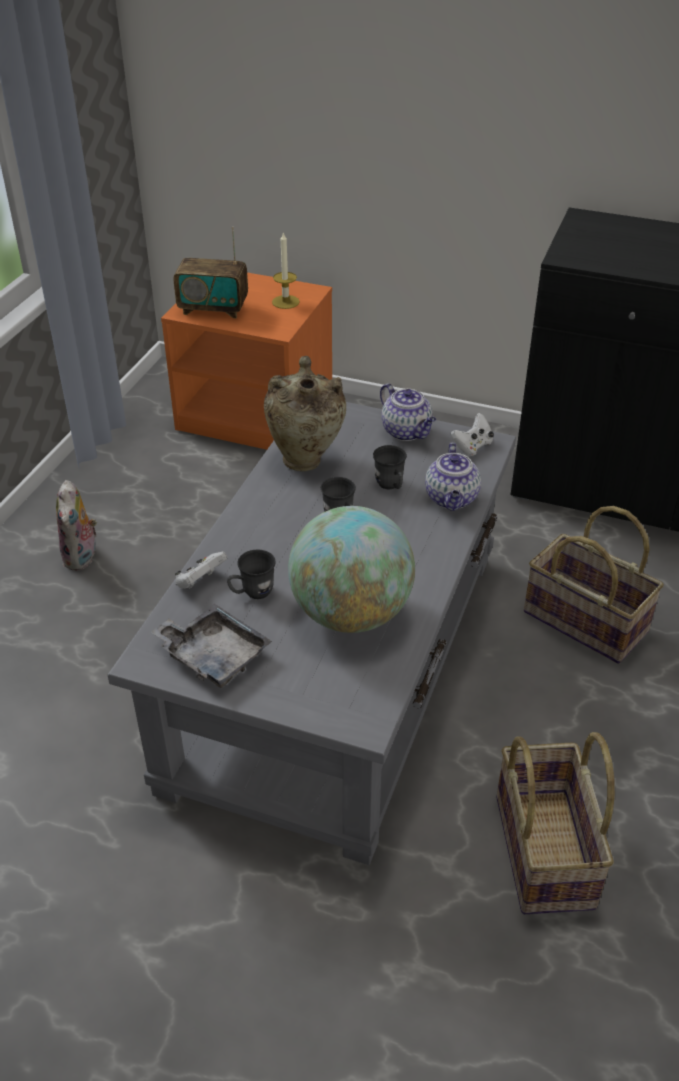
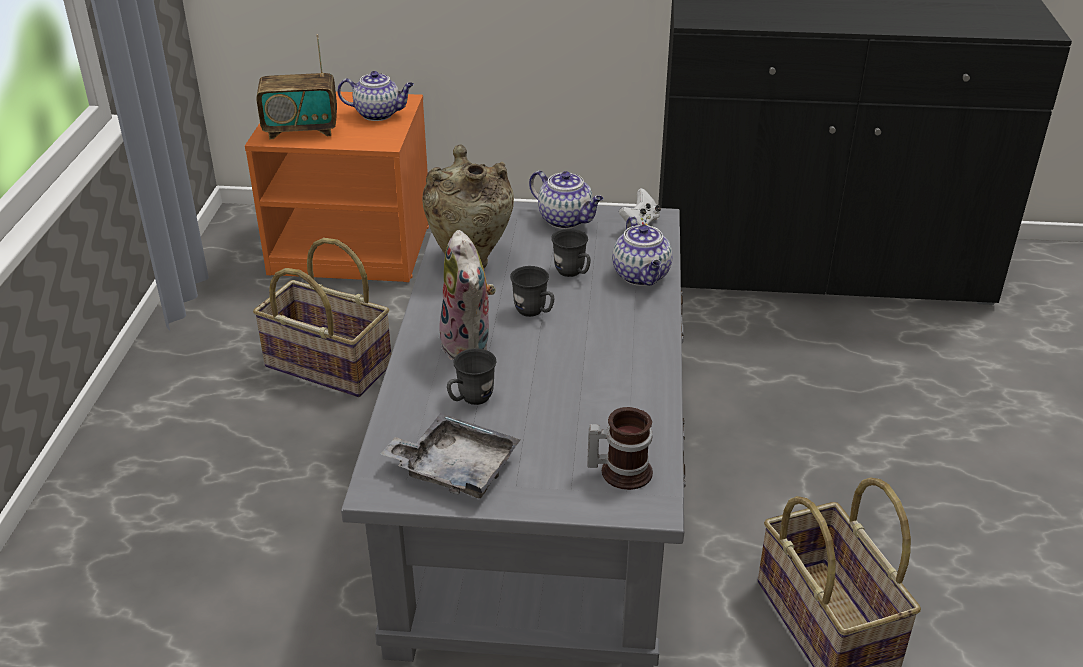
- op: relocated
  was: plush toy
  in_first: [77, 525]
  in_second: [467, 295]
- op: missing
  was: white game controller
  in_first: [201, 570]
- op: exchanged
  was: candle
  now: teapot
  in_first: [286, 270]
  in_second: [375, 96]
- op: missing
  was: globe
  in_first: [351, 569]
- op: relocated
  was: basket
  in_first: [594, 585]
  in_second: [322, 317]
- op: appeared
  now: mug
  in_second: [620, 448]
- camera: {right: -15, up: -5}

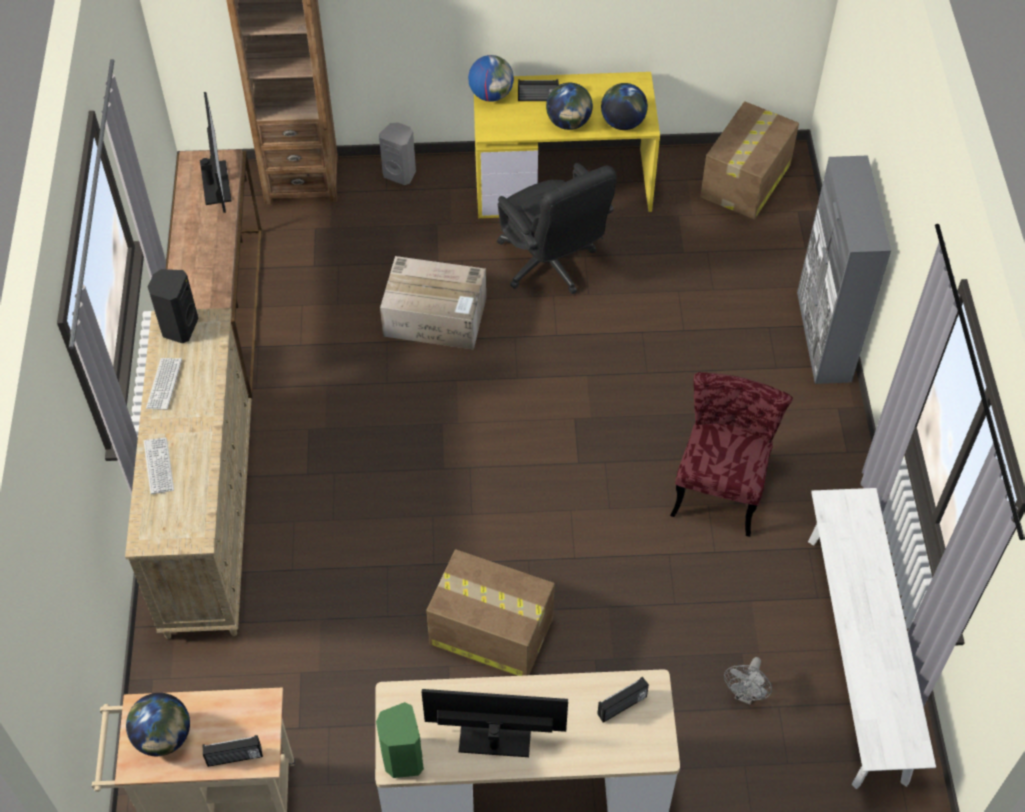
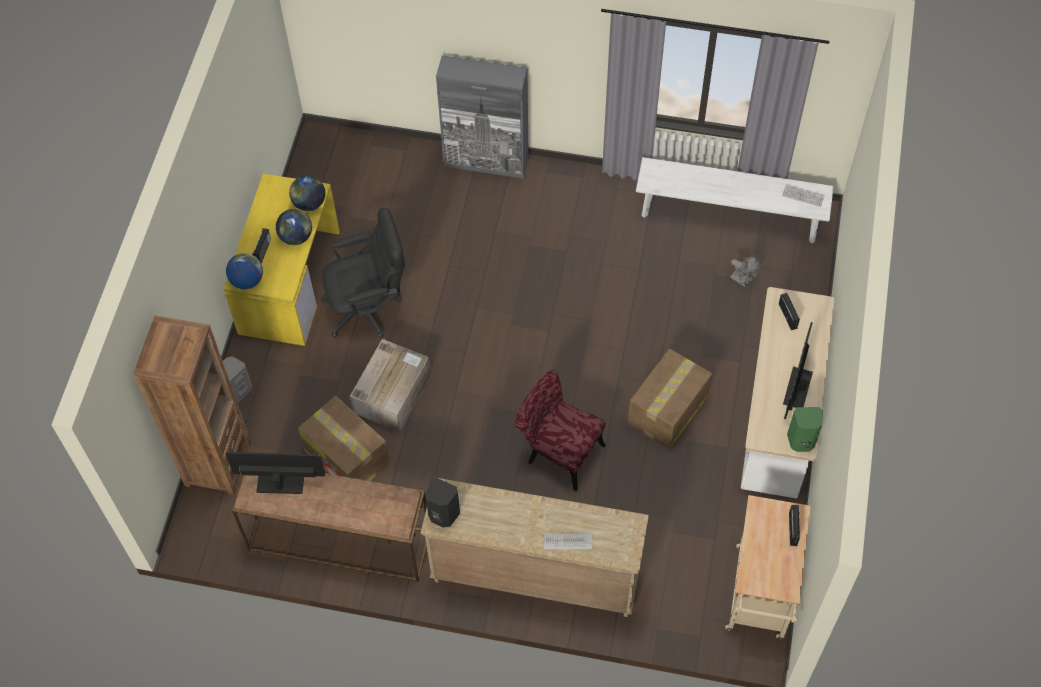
- op: missing
  was: globe
  in_first: [158, 724]
- op: relocated
  was: keyboard
  in_first: [164, 384]
  in_second: [803, 195]
- op: relocated
  was: red chair
  in_first: [731, 454]
  in_second: [560, 430]
- op: relocated
  was: cardboard box
  in_first: [749, 160]
  in_second: [344, 438]
- camera: {right: -75, up: 5}

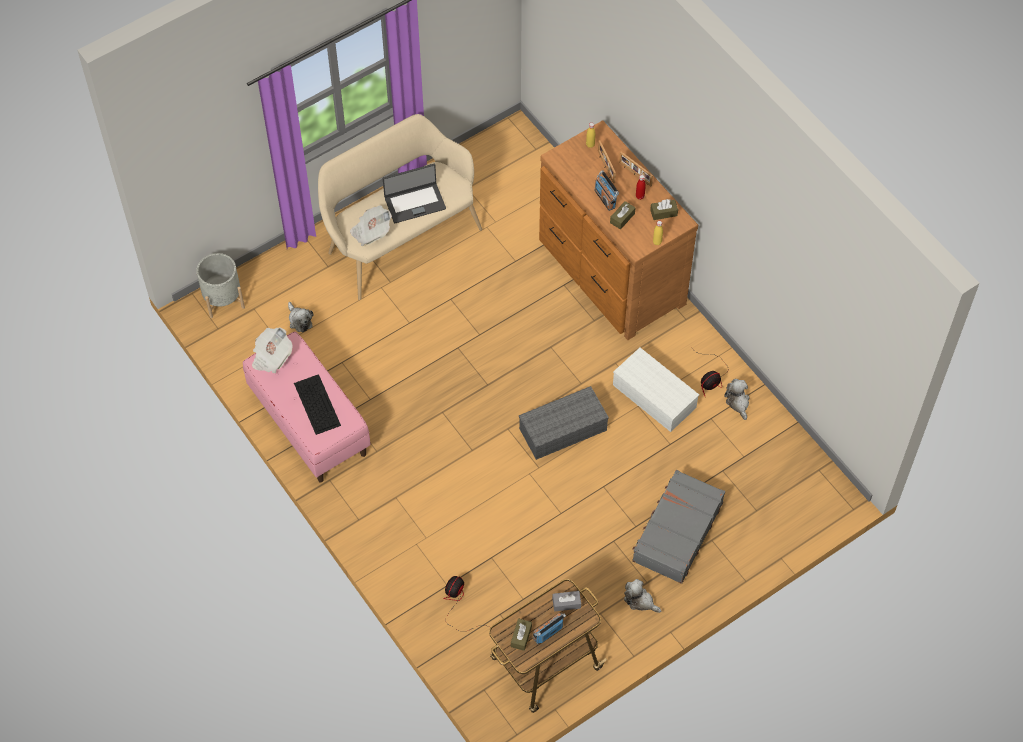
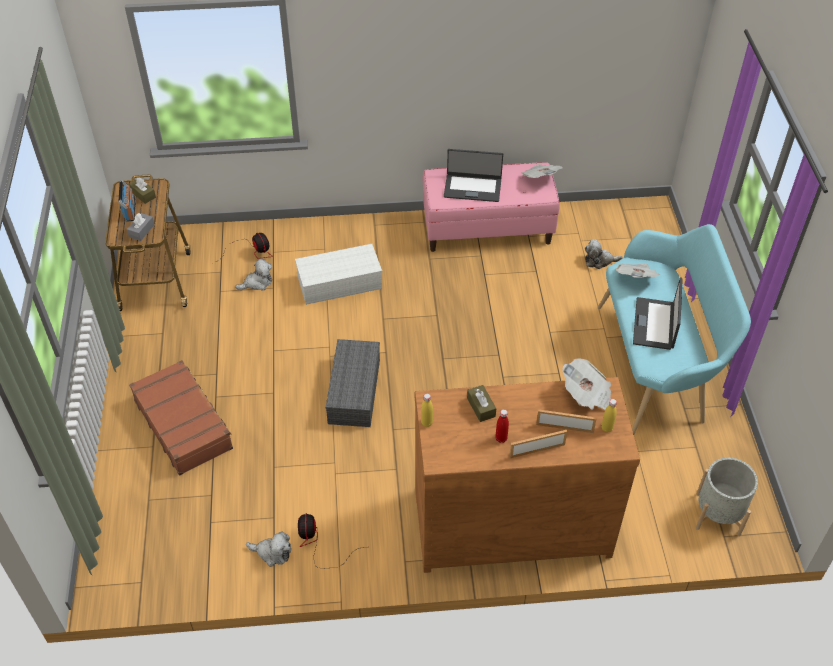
- op: relocated
  was: grey planter
  in_first: [220, 285]
  in_second: [727, 497]
- op: exchanged
  was: keyboard
  now: laptop
  in_first: [317, 404]
  in_second: [473, 175]
- op: colour
  was: beige bench
  now: turquoise bench
  in_first: [400, 207]
  in_second: [674, 329]
- op: missing
  was: radio
  in_first: [606, 191]
- op: relocated
  was: white storage box
  in_first: [656, 390]
  in_second: [338, 274]
- op: relocated
  was: plush toy
  in_first: [642, 596]
  in_second: [253, 275]
- op: colour
  was: grey suitcase
  now: brown suitcase
  in_first: [678, 527]
  in_second: [181, 417]
- op: missing
  was: brown tissue box
  in_first: [664, 209]
- op: appeared
  now: newspaper
  in_second: [586, 384]
- camera: {right: 120, up: -10}

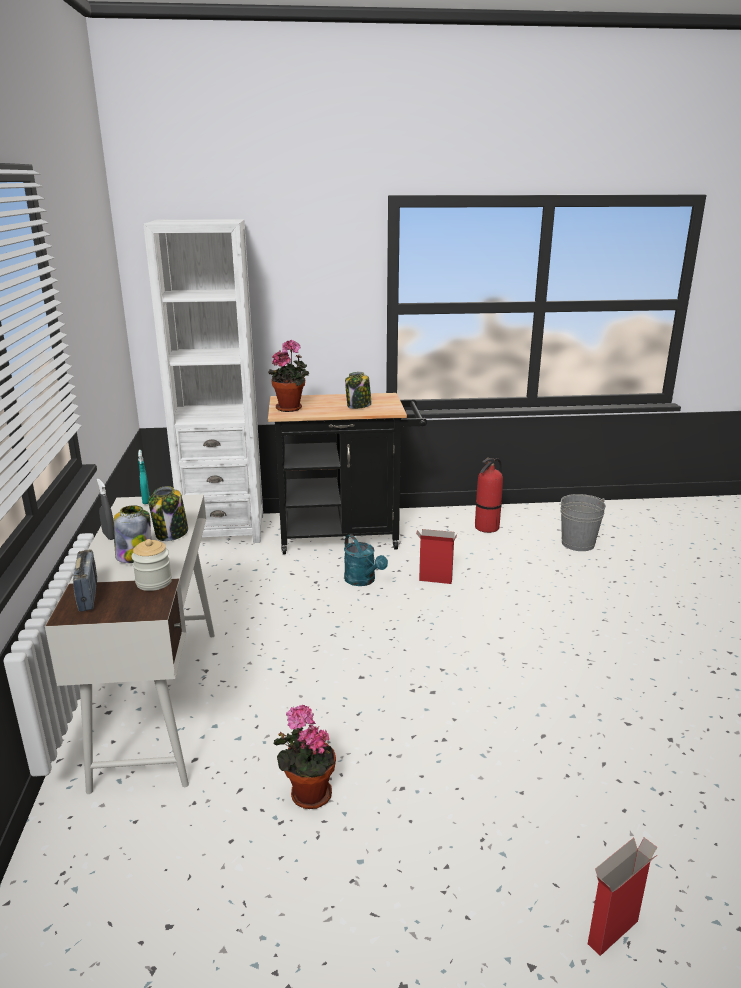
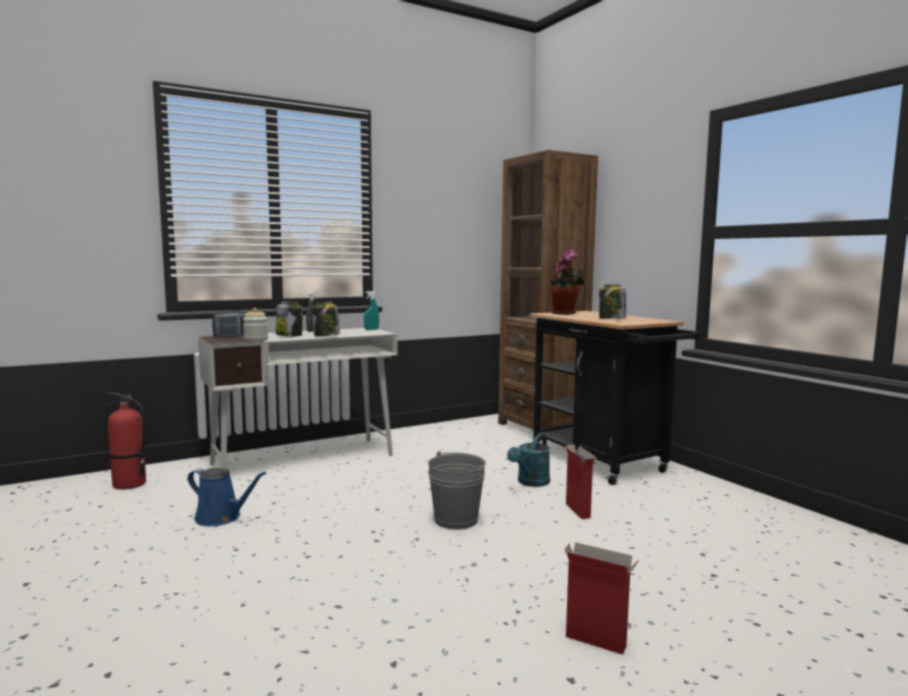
- op: colour
  was: white bookcase
  now: brown bookcase
  in_first: [203, 381]
  in_second: [548, 295]
- op: exchanged
  was: potted plant
  now: blue watering can
  in_first: [305, 757]
  in_second: [227, 497]
- op: relocated
  was: fire extinguisher
  in_first: [489, 495]
  in_second: [126, 441]
- op: relocated
  was: grey bucket
  in_first: [583, 522]
  in_second: [457, 490]
- op: relocated
  was: cardboard box
  in_first: [622, 896]
  in_second: [602, 598]
- camera: {right: 65, up: -15}

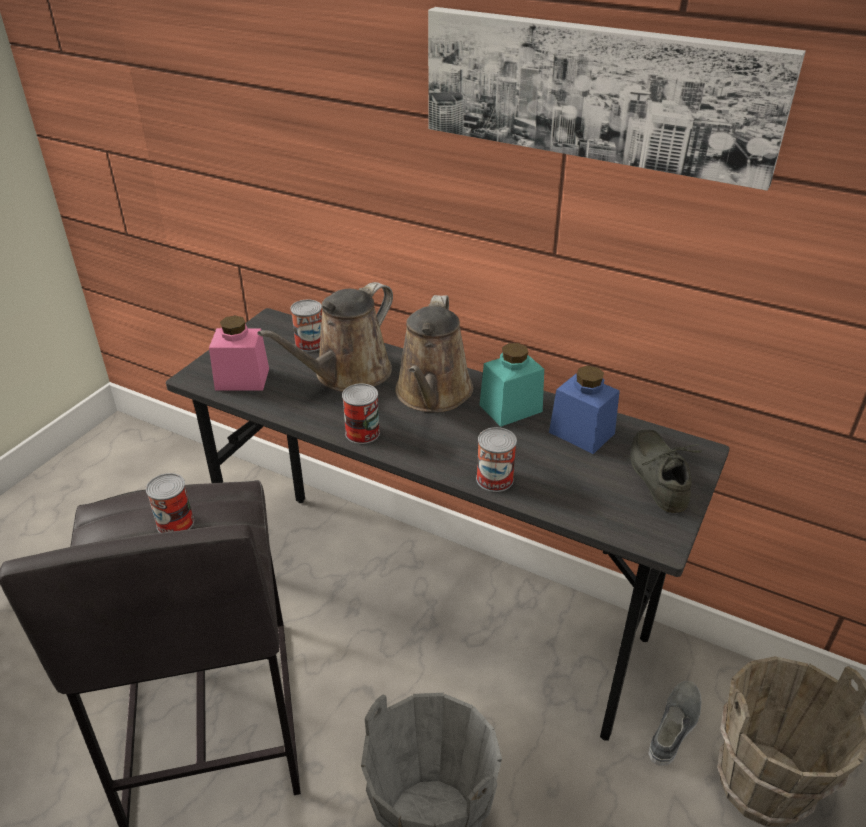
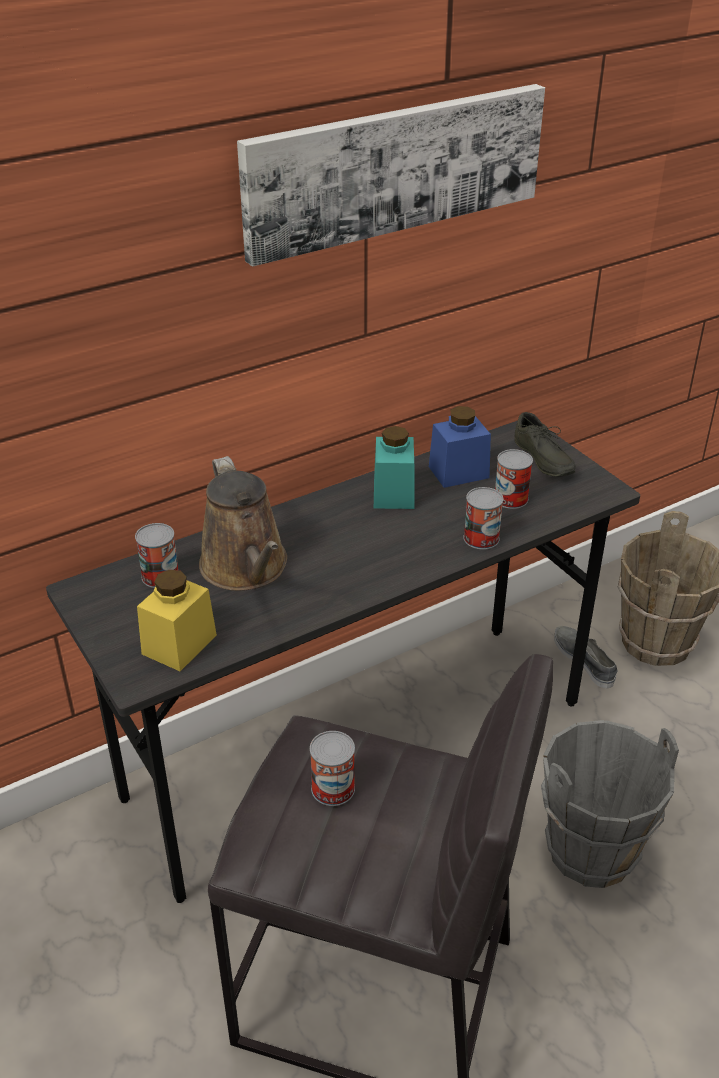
- op: colour
  was: pink jar
  now: yellow jar
  in_first: [239, 353]
  in_second: [177, 620]
- op: relocated
  was: can
  in_first: [361, 413]
  in_second: [514, 479]
- op: missing
  was: brown watering can
  in_first: [434, 354]
- op: spun
  was: grey shoe
  in_first: [666, 471]
  in_second: [545, 444]
  clockwise: -135
- camera: {right: -60, up: 0}

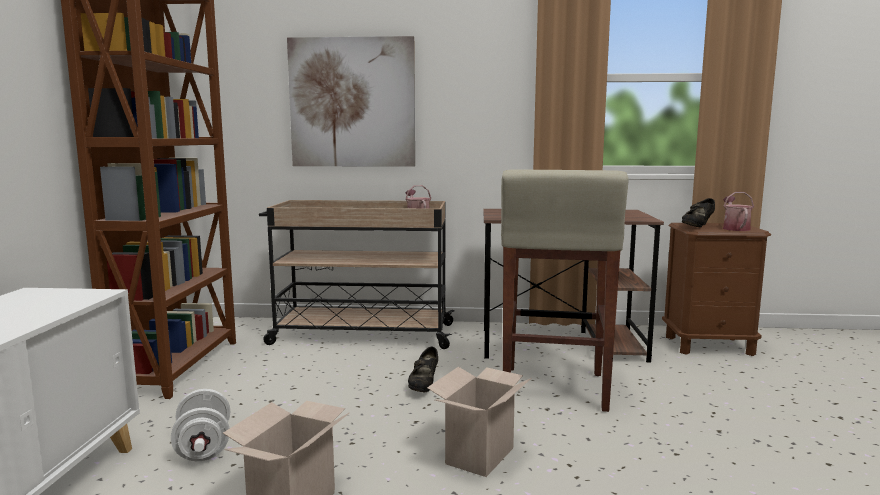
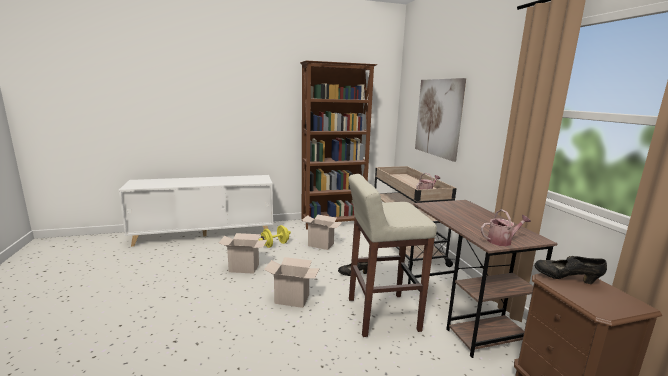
- op: colour
  was: white dumbbell
  now: yellow dumbbell
  in_first: [200, 425]
  in_second: [275, 236]
- op: relocated
  was: watering can
  in_first: [738, 211]
  in_second: [506, 227]
- op: appeared
  now: cardboard box
  in_second: [321, 232]
- camera: {right: 70, up: 5}

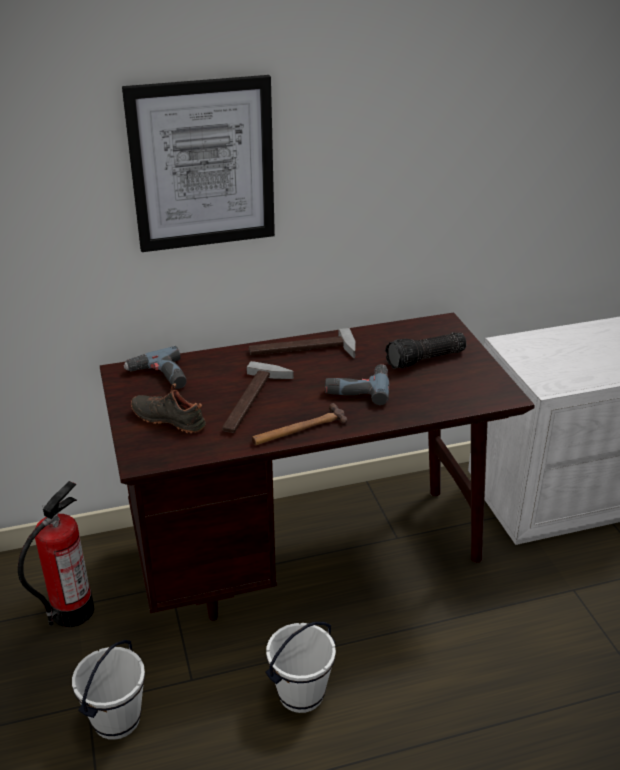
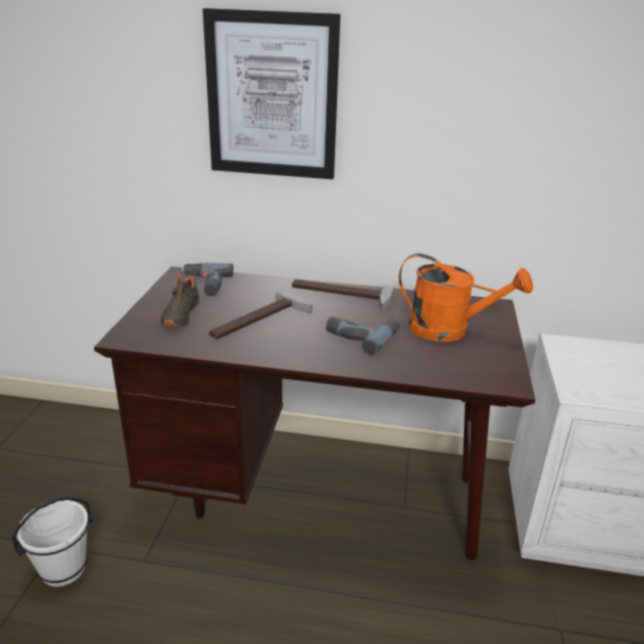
- op: missing
  was: fire extinguisher
  in_first: [56, 554]
- op: spun
  was: black shoe
  in_first: [168, 408]
  in_second: [180, 300]
  clockwise: -135
- op: missing
  was: hammer
  in_first: [299, 424]
- op: missing
  was: white bucket
  in_first: [300, 667]
- op: exchanged
  was: flashlight
  now: orange watering can
  in_first: [425, 351]
  in_second: [466, 297]
- camera: {right: 25, up: -5}

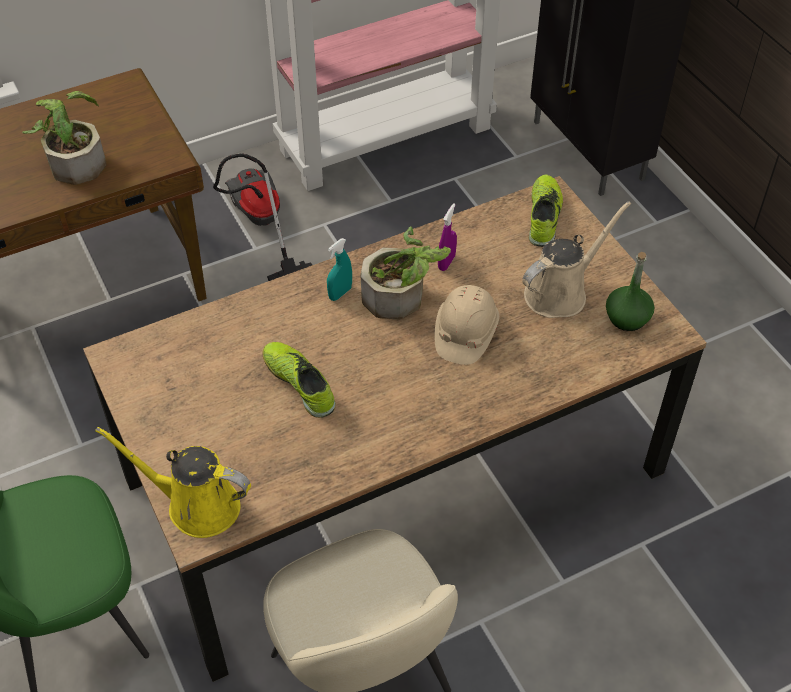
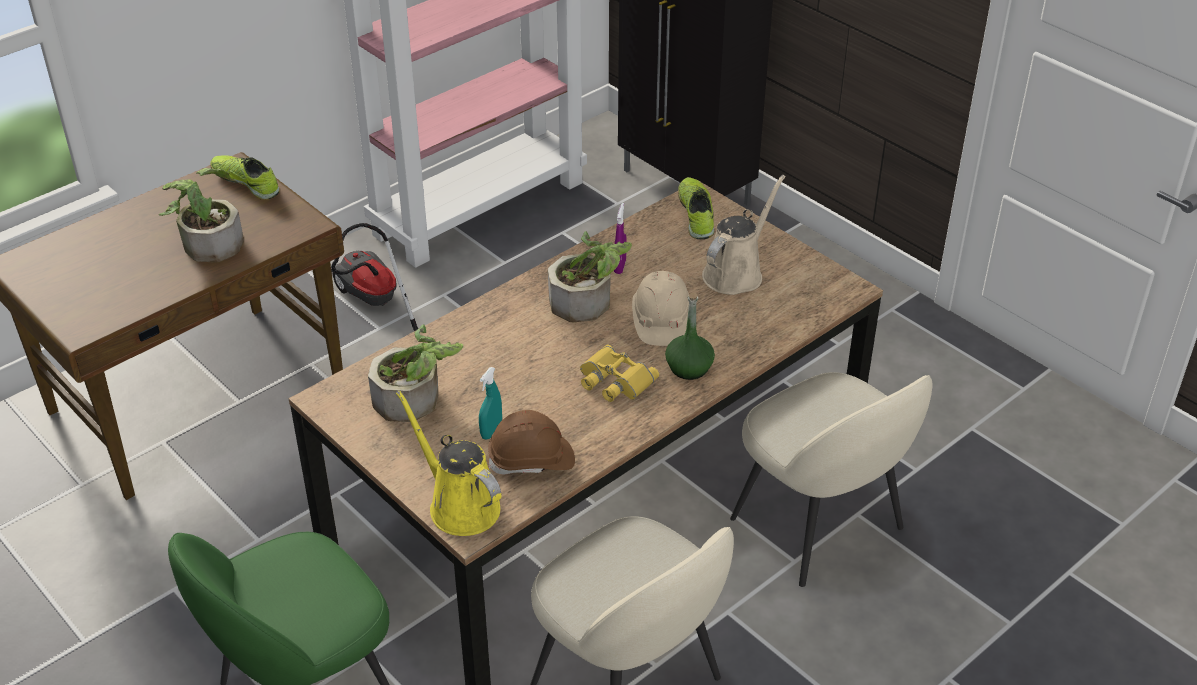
- op: spun
  was: yellow watering can
  in_first: [173, 482]
  in_second: [448, 463]
  clockwise: 45
- op: relocated
  was: shoe
  in_first: [299, 380]
  in_second: [245, 177]
- op: relocated
  was: turquoise spray bottle
  in_first: [339, 269]
  in_second: [490, 403]
- op: relocated
  was: green bottle
  in_first: [630, 291]
  in_second: [690, 336]
- op: appeared
  now: potted plant
  in_second: [415, 373]
- op: appeared
  now: brown hard hat
  in_second: [531, 442]
- op: appeared
  now: yellow binoculars
  in_second: [619, 373]
- op: appeared
  now: beige chair
  in_second: [831, 479]
- camera: {right: -15, up: -10}

